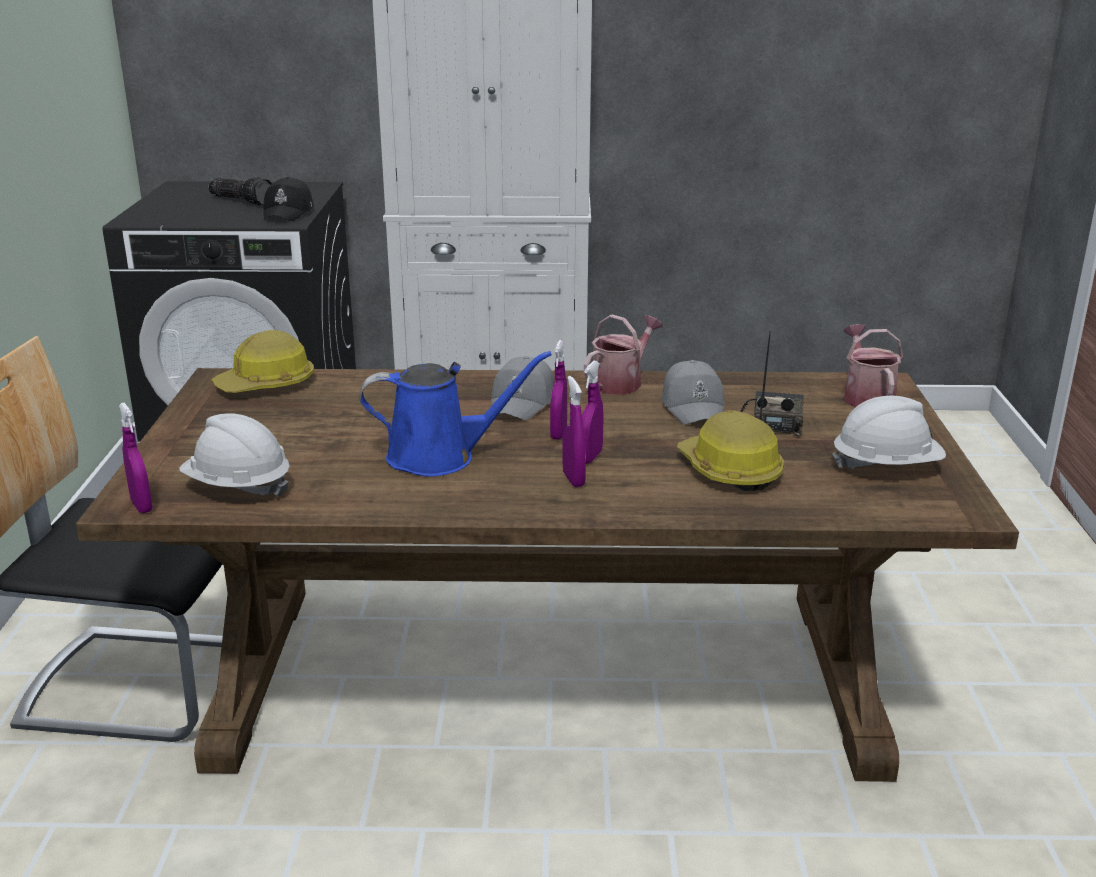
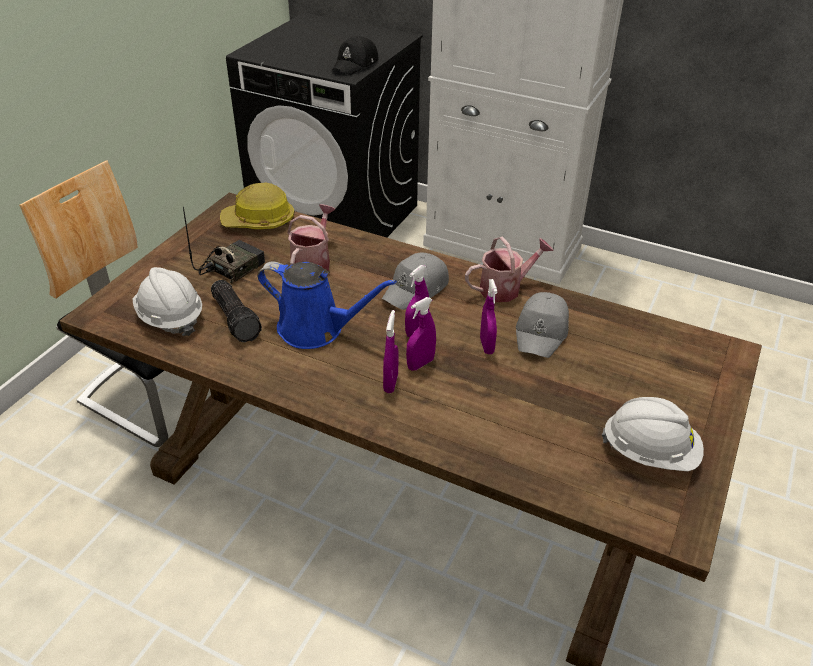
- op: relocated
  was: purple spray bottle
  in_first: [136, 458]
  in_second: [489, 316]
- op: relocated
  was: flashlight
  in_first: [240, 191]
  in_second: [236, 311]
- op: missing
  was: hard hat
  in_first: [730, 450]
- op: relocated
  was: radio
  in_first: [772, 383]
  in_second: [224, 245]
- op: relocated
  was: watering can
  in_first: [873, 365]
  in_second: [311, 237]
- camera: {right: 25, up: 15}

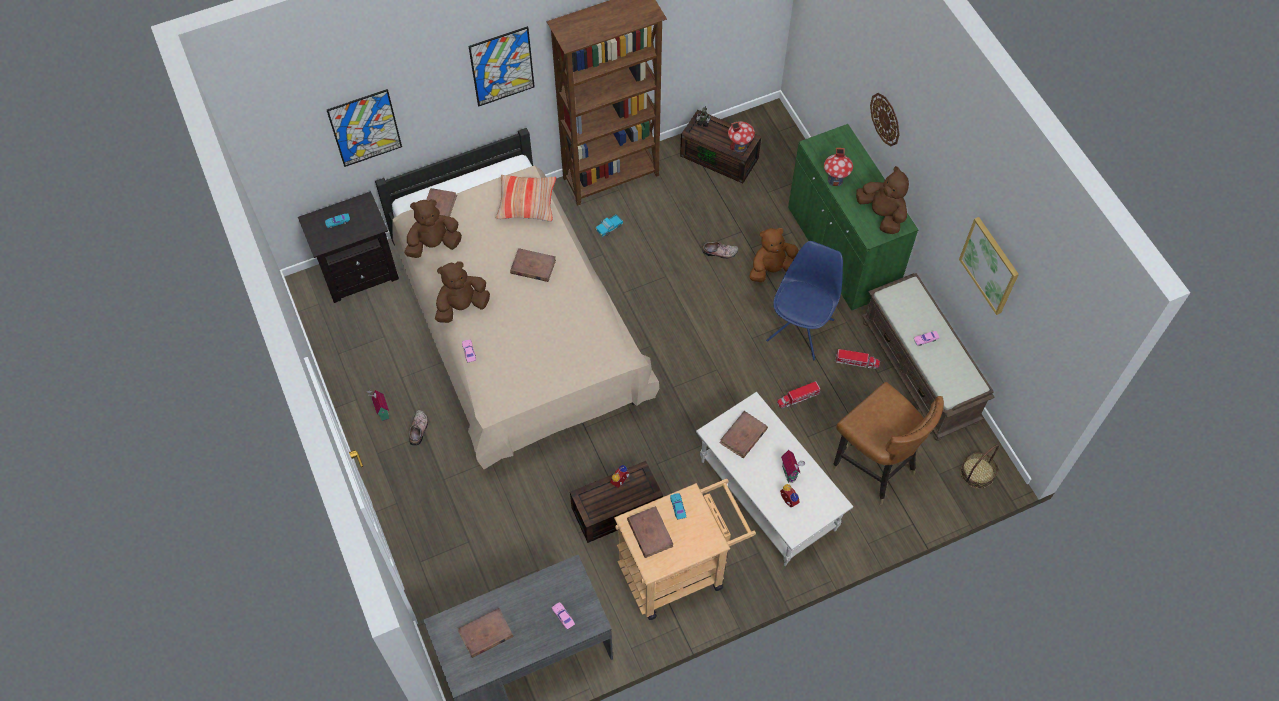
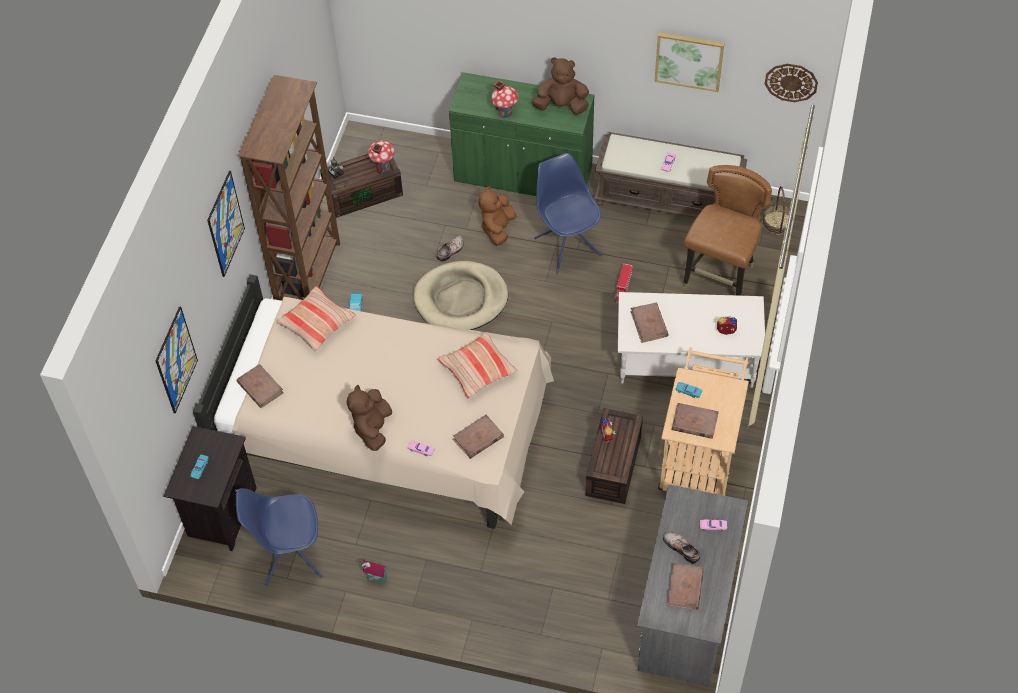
- op: missing
  was: brown plush toy
  in_first: [433, 228]
- op: relocated
  was: shoe
  in_first: [418, 428]
  in_second: [681, 548]
- op: relocated
  was: brown book
  in_first: [533, 265]
  in_second: [478, 437]
- op: missing
  was: toy house
  in_first: [793, 466]
- op: spun
  was: brown chair
  in_first: [888, 443]
  in_second: [727, 230]
  clockwise: -60
- op: missing
  was: toy truck
  in_first: [857, 359]
- op: relocated
  was: wall clock
  in_first: [885, 119]
  in_second: [791, 83]
- op: appeared
  now: blue chair
  in_second: [279, 537]
- op: appeared
  now: beige dog bed
  in_second: [460, 295]
- op: appeared
  now: pillow
  in_second: [478, 365]
- camera: {right: -50, up: -5}

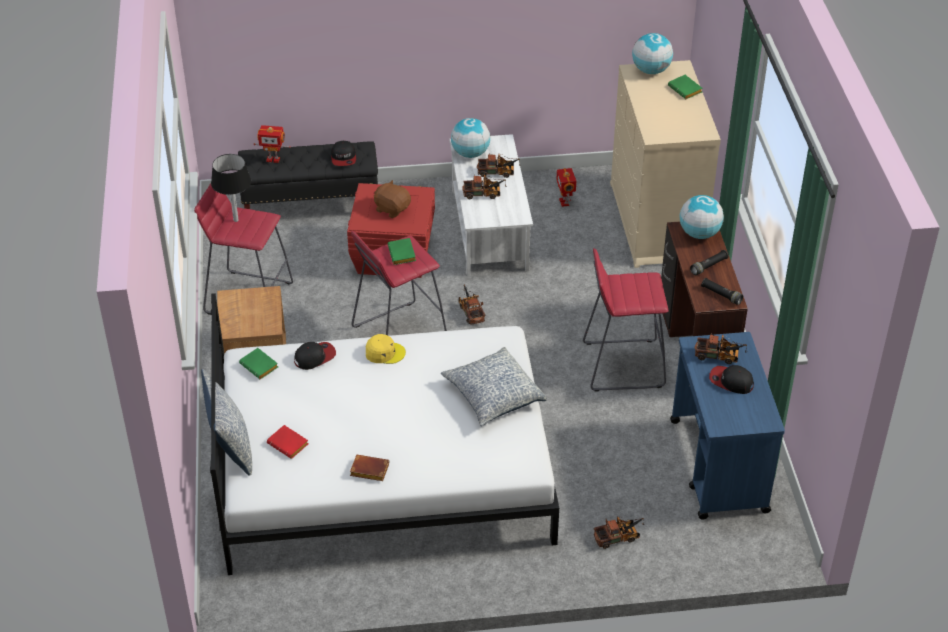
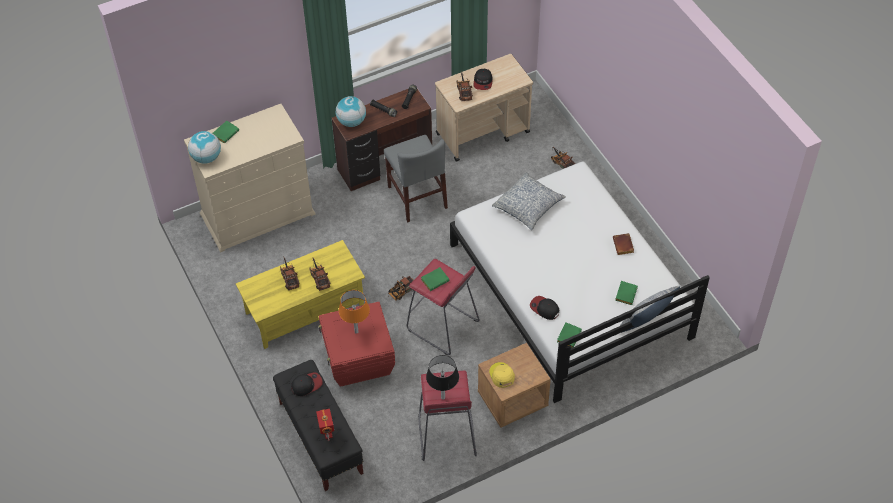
- op: colour
  was: red book
  now: green book
  in_first: [287, 442]
  in_second: [626, 293]
- op: relocated
  was: yellow cap
  in_first: [386, 349]
  in_second: [502, 375]
- op: exchanged
  was: brown plush toy
  now: orange table lamp
  in_first: [392, 199]
  in_second: [354, 312]
- op: colour
  was: white coffee table
  now: yellow coffee table
  in_first: [491, 205]
  in_second: [300, 294]
- op: missing
  was: globe
  in_first: [470, 138]
- op: missing
  was: toy robot
  in_first: [566, 187]
- op: exchanged
  was: red stool
  now: grey chair
  in_first: [625, 319]
  in_second: [416, 178]
- op: colour
  was: blue cart
  now: beige cart
  in_first: [727, 426]
  in_second: [484, 108]
- camera: {right: -110, up: 10}

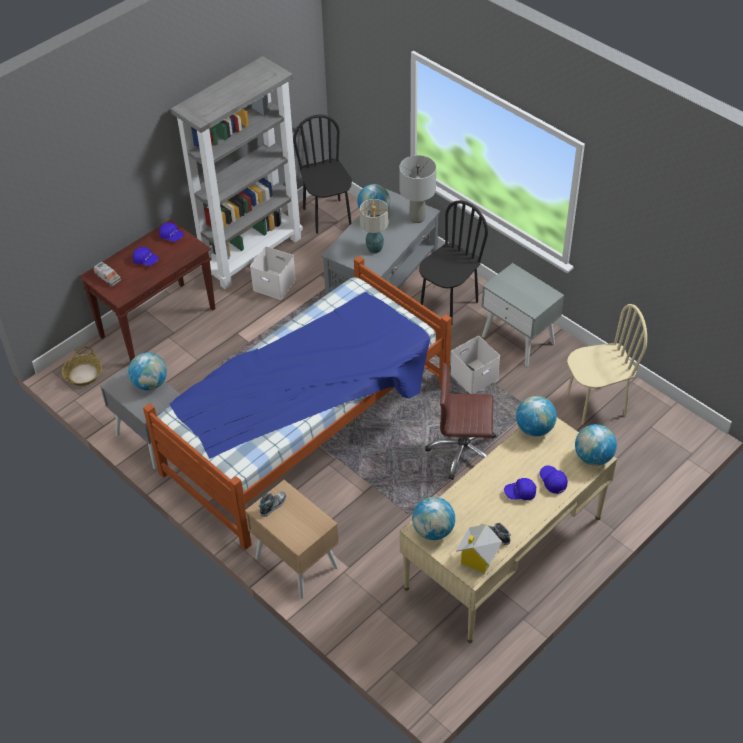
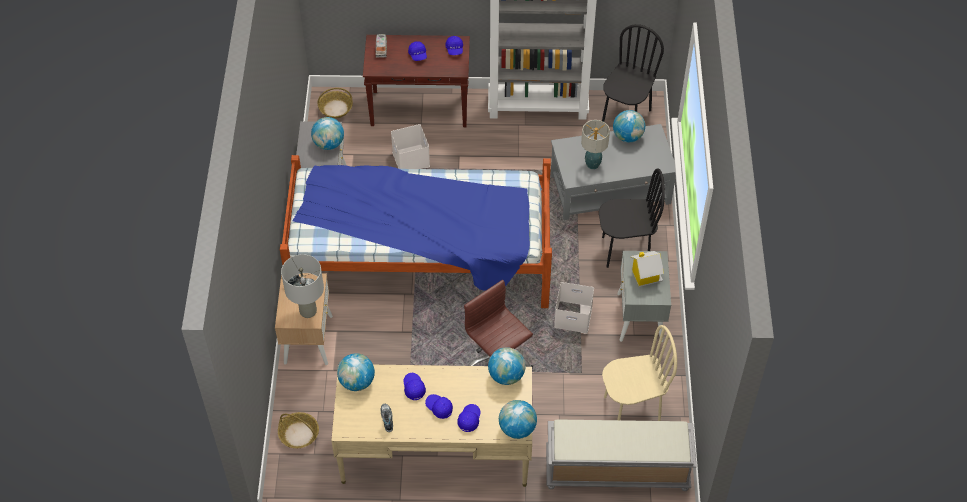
- op: relocated
  was: white storage box
  in_first: [273, 273]
  in_second: [410, 146]
- op: relocated
  was: grey table lamp
  in_first: [417, 189]
  in_second: [302, 286]
- op: relocated
  was: toy house
  in_first: [479, 549]
  in_second: [647, 269]
- op: spun
  was: beige chair
  in_first: [607, 364]
  in_second: [639, 373]
  clockwise: -45
- op: appeared
  now: basket
  in_second: [298, 430]
- op: appeared
  now: blue cap
  in_second: [414, 386]
- op: appeared
  now: grey bench
  in_second: [621, 455]
- camera: {right: 45, up: 5}

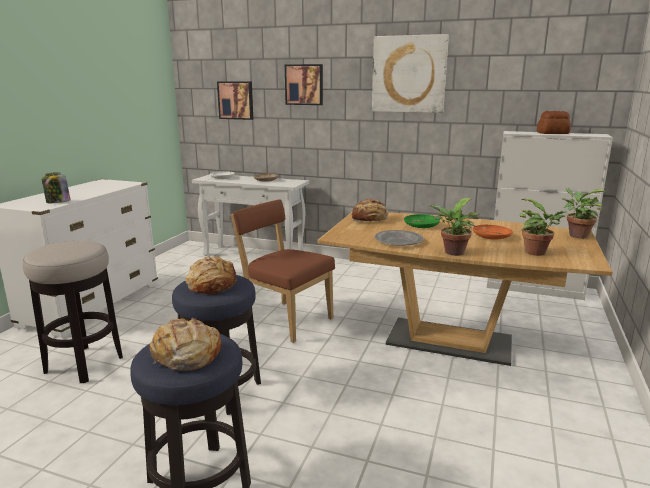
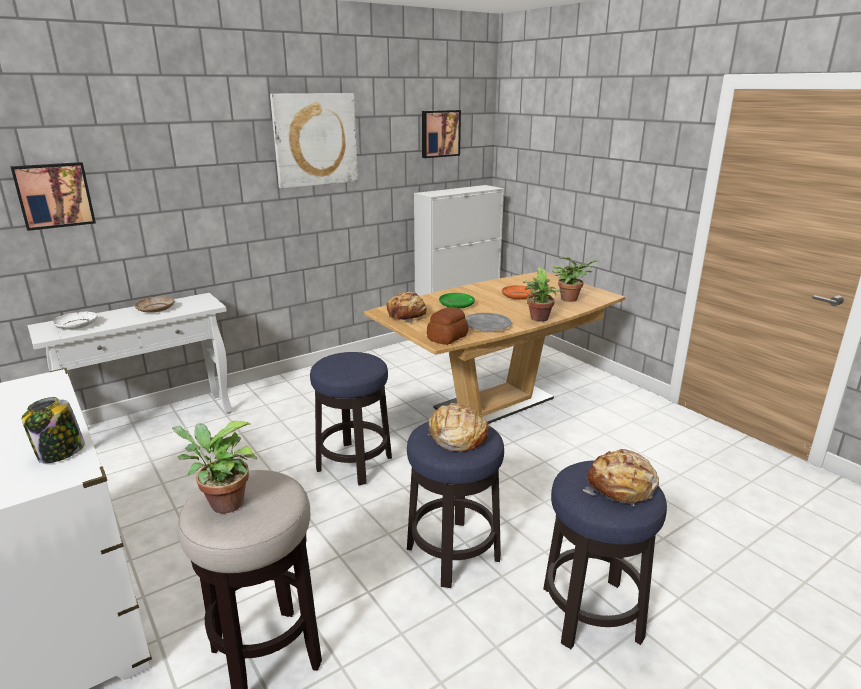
- op: exchanged
  was: brown chair
  now: stool
  in_first: [283, 271]
  in_second: [351, 418]
- op: relocated
  was: picture
  in_first: [304, 84]
  in_second: [441, 134]
- op: relocated
  was: bread
  in_first: [554, 122]
  in_second: [447, 326]
- op: relocated
  was: potted plant
  in_first: [584, 213]
  in_second: [214, 467]
- camera: {right: -55, up: 5}

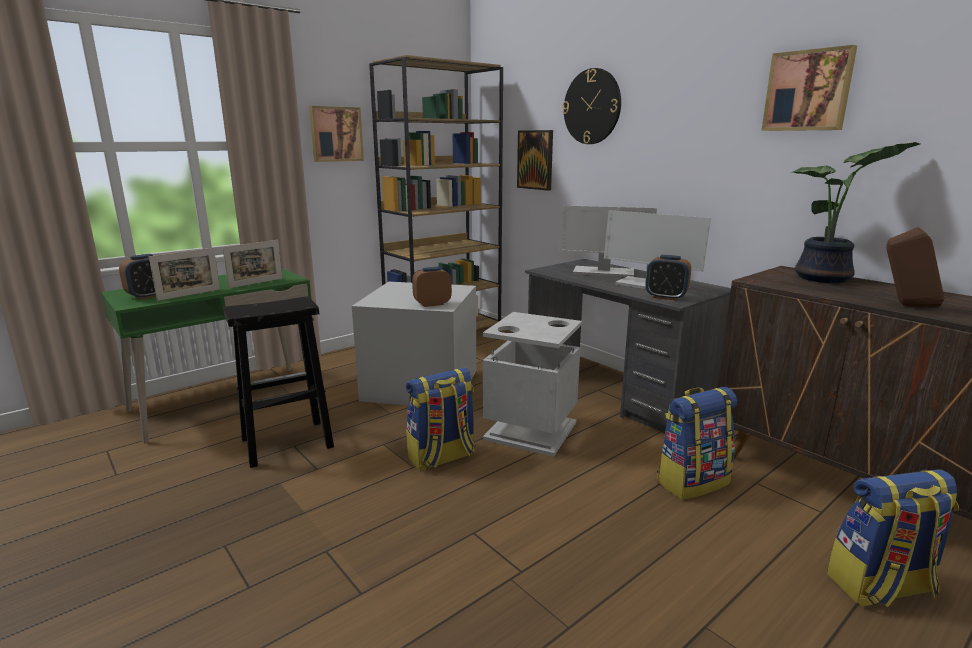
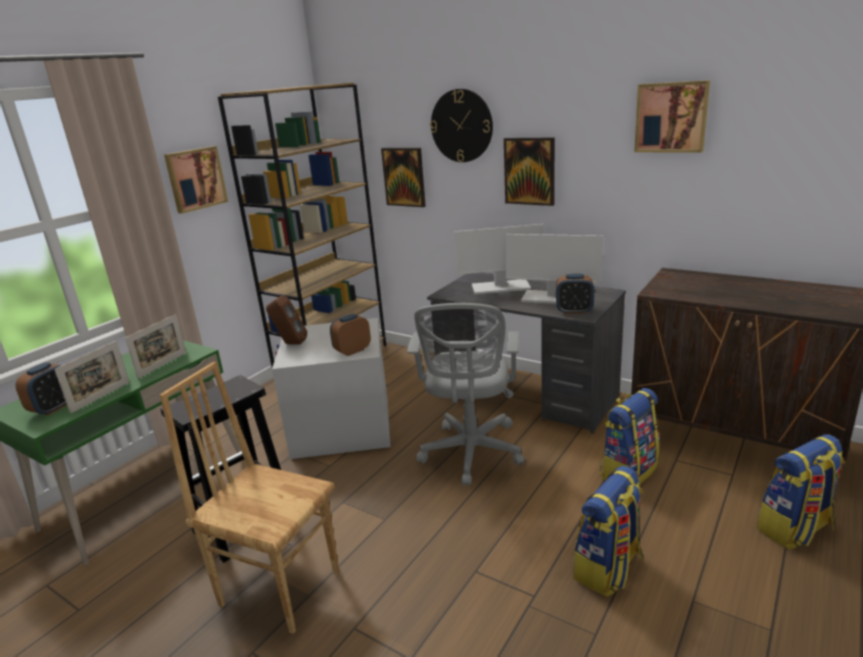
- op: relocated
  was: backpack
  in_first: [440, 419]
  in_second: [608, 531]
- op: exchanged
  was: grey trash can
  now: grey office chair
  in_first: [532, 384]
  in_second: [466, 394]
- op: missing
  was: potted plant
  in_first: [856, 212]
- op: relocated
  was: brown speaker
  in_first: [915, 267]
  in_second: [286, 320]
- op: appeared
  now: brown chair
  in_second: [249, 498]
- op: appeared
  now: picture
  in_second: [529, 172]
- camera: {right: -15, up: 5}

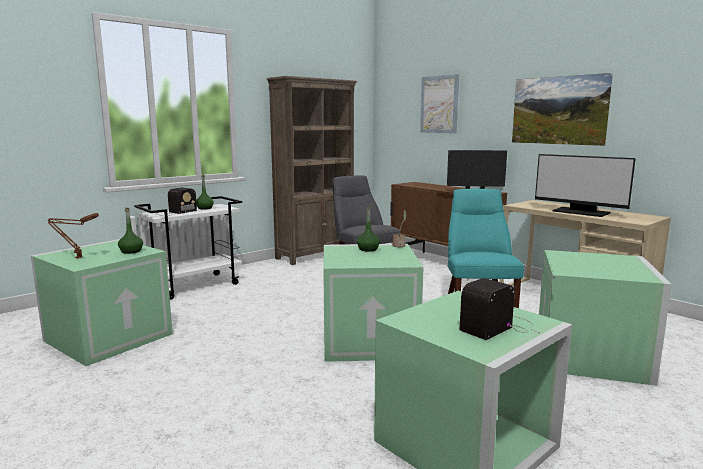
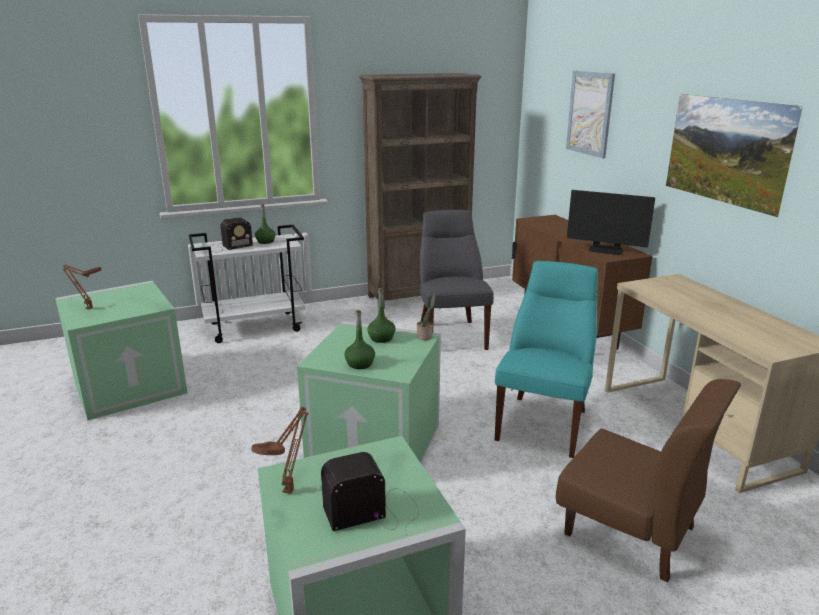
- op: relocated
  was: green bottle
  in_first: [130, 231]
  in_second: [359, 339]
- op: missing
  was: monitor
  in_first: [585, 185]
- op: exchanged
  was: green storage box
  now: brown chair
  in_first: [605, 318]
  in_second: [648, 480]
- op: appeared
  now: brown table lamp
  in_second: [280, 450]
- camera: {right: 20, up: 10}

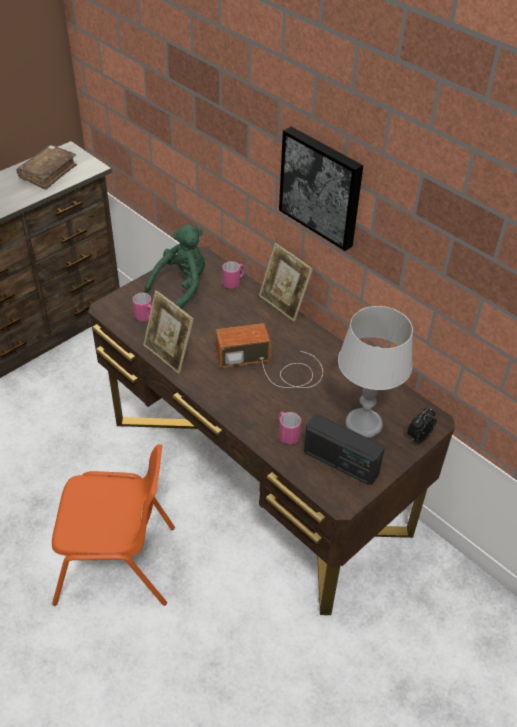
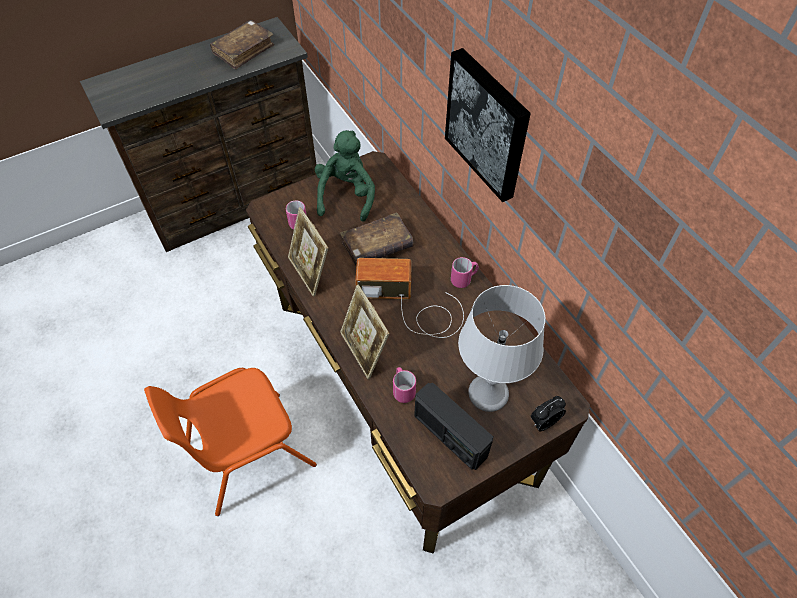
- op: spun
  was: orange chair
  in_first: [113, 525]
  in_second: [230, 442]
  clockwise: 135
- op: spun
  was: green plush toy
  in_first: [174, 266]
  in_second: [345, 176]
  clockwise: -45
- op: relocated
  was: pink mug
  in_first: [233, 275]
  in_second: [465, 272]
- op: relocated
  was: picture frame
  in_first: [286, 282]
  in_second: [365, 332]
- op: appeared
  now: brown book
  in_second: [377, 239]
- camera: {right: 15, up: 10}

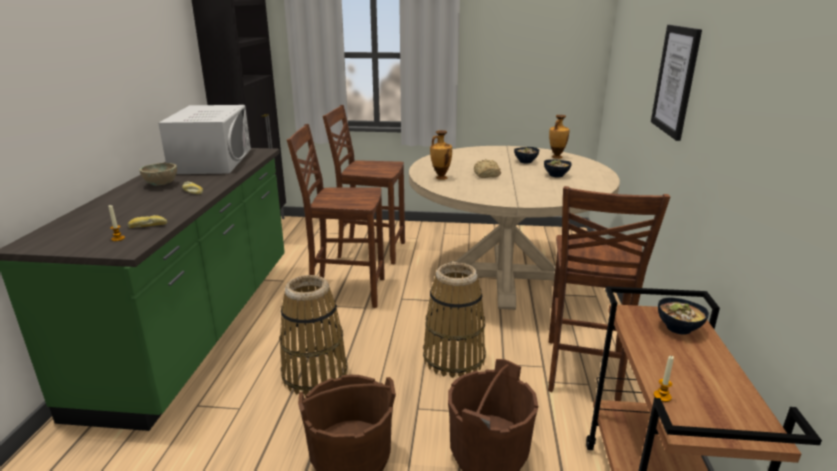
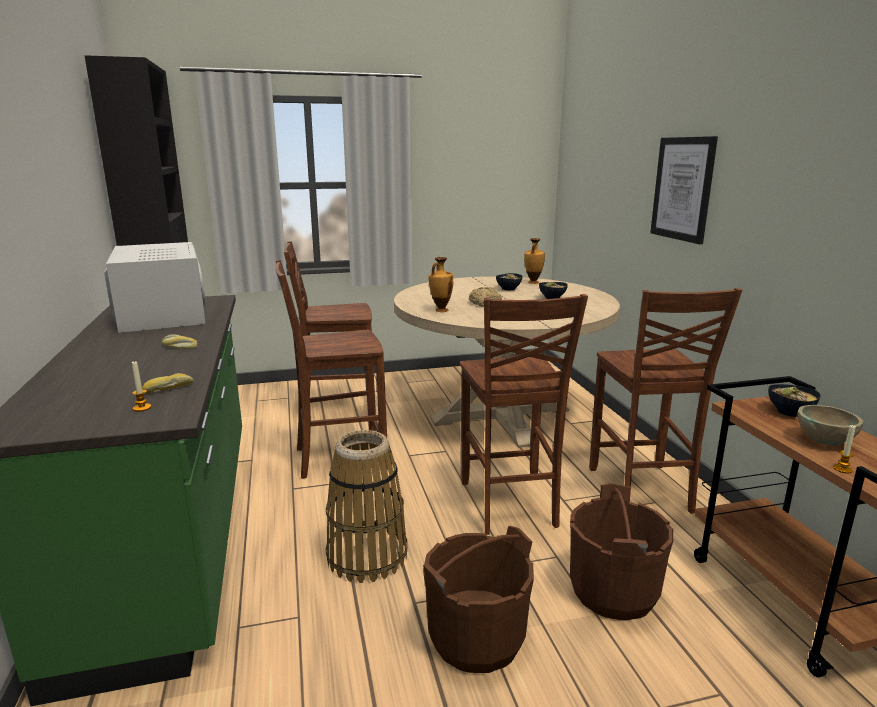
- op: relocated
  was: beige bowl
  in_first: [158, 174]
  in_second: [830, 425]
- op: exchanged
  was: basket
  now: brown chair
  in_first: [454, 320]
  in_second: [524, 414]
- camera: {right: -20, up: -5}

